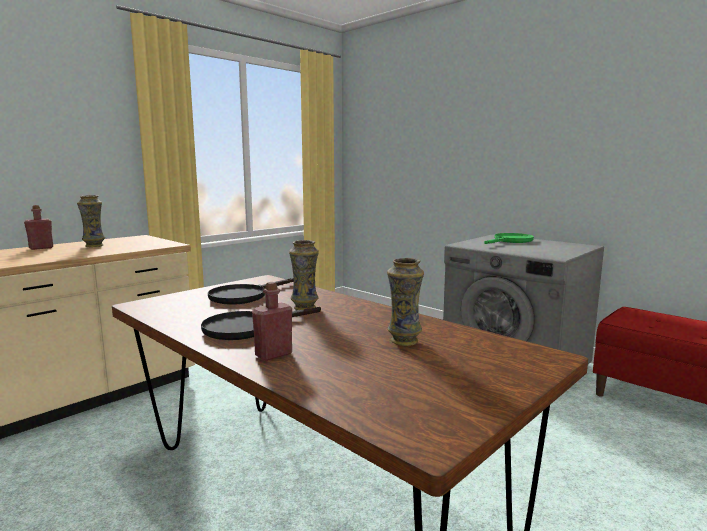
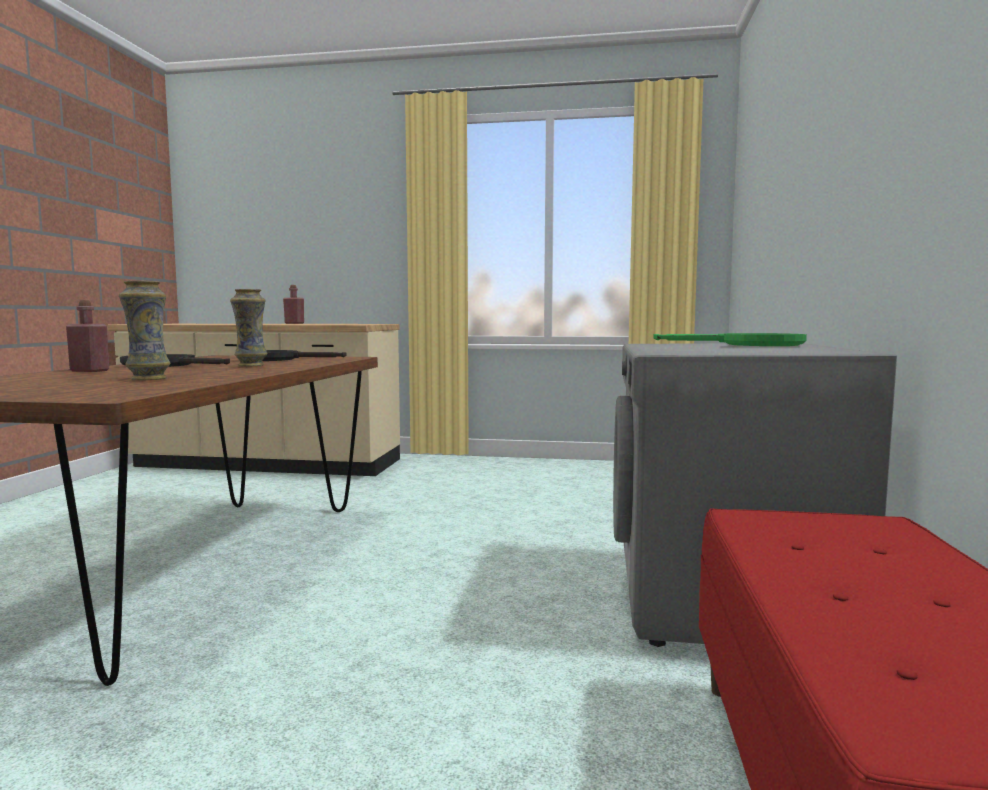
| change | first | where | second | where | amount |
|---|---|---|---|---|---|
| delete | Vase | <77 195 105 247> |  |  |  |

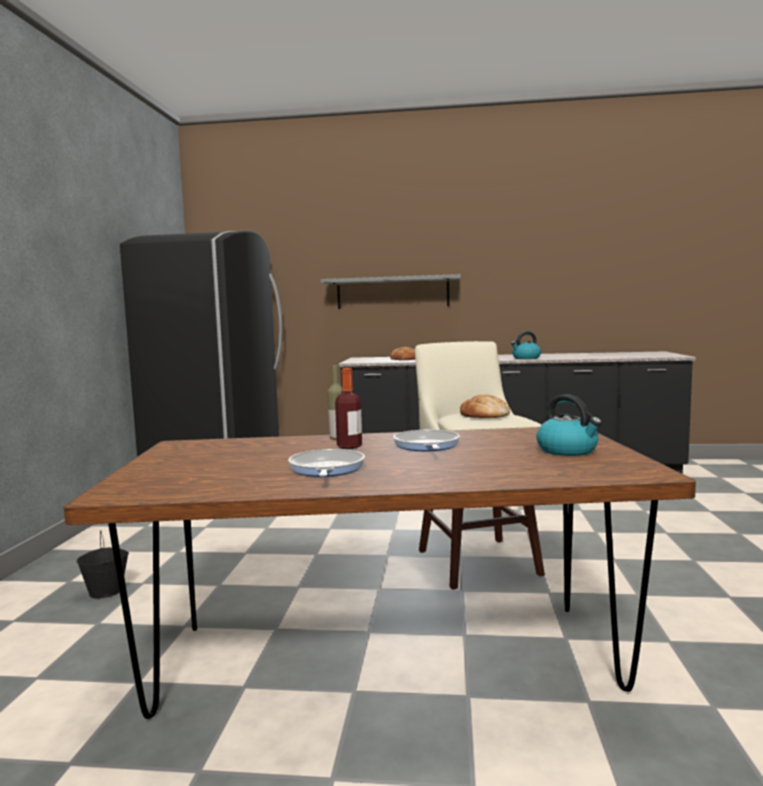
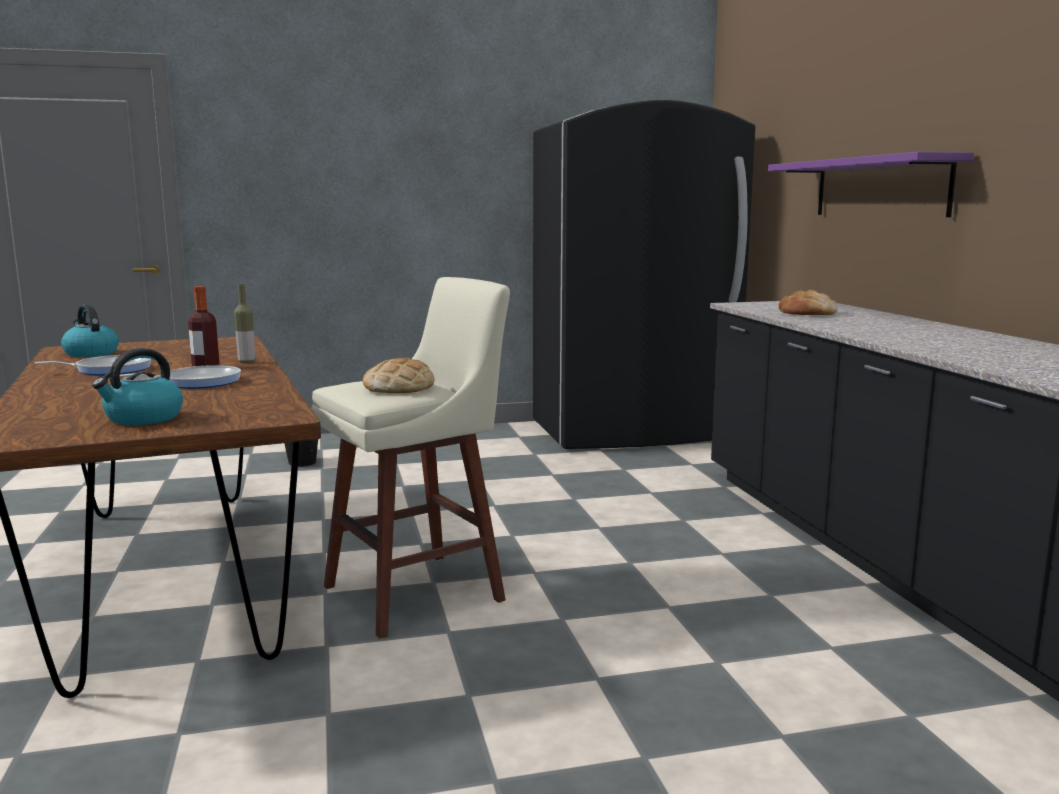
| change | first | where | second | where | amount |
|---|---|---|---|---|---|
| recolor | Wandregal (grau) | <321 274 461 309> | Wandregal (lila) | <768 152 974 217> |  |
| move | Wasserkessel | <511 331 541 359> |  | <61 305 119 357> |  |

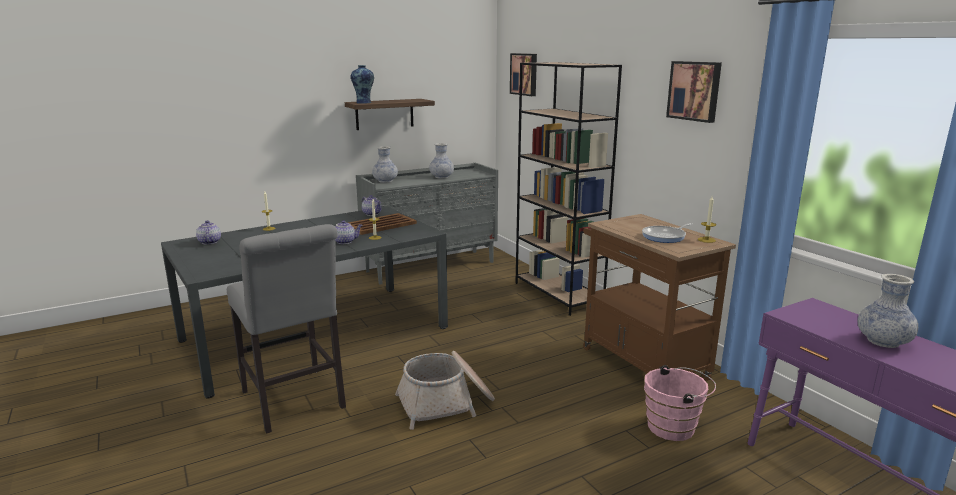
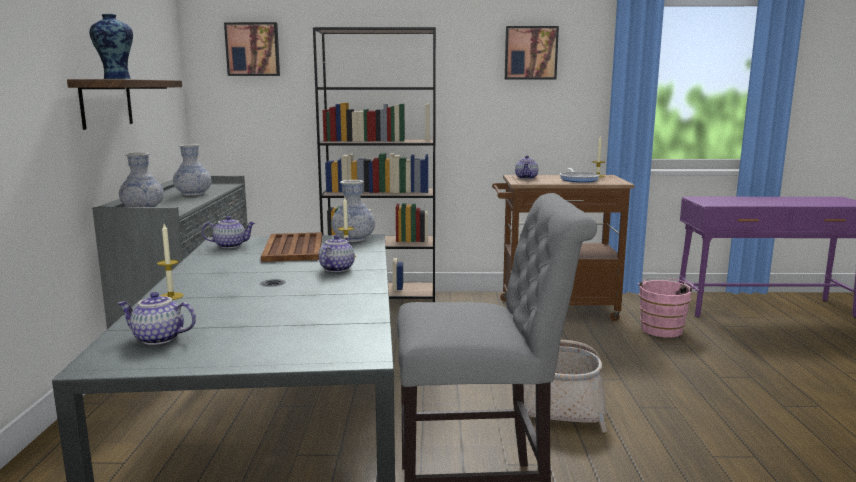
| change | first | where | second | where | amount |
|---|---|---|---|---|---|
| move | Vase | <858 274 918 348> |  | <331 180 375 242> |  |
| insert |  |  | Teekanne | <515 155 538 179> |  |

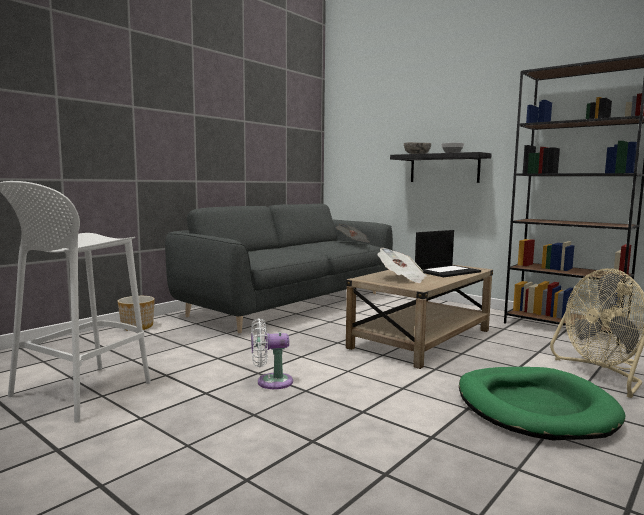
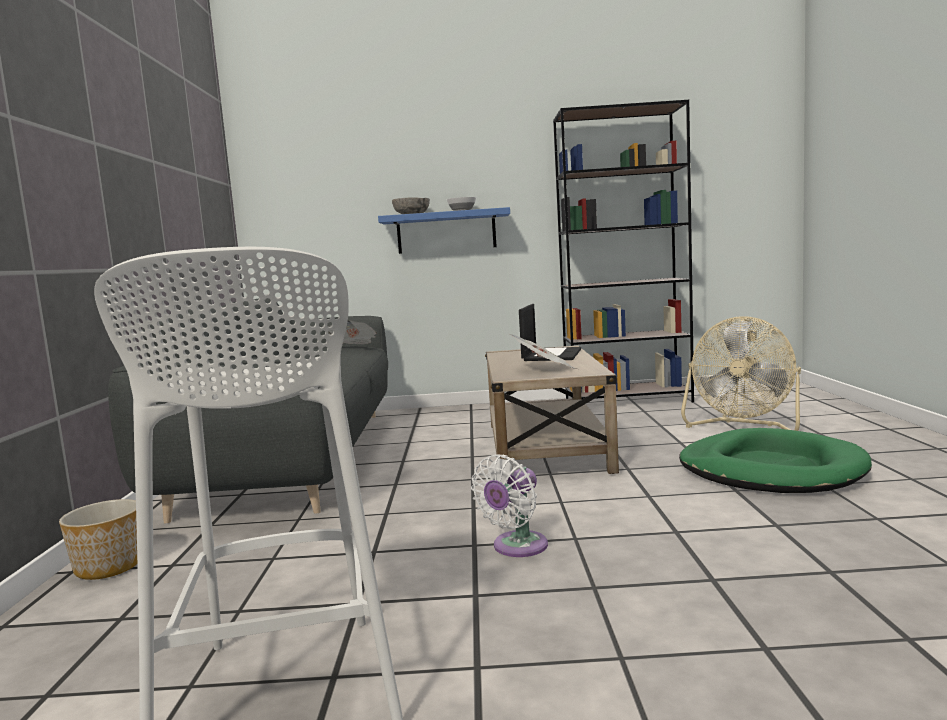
| change | first | where | second | where | amount |
|---|---|---|---|---|---|
| recolor | Wandregal (schwarz) | <390 152 492 183> | Wandregal (blau) | <378 207 510 254> |  |

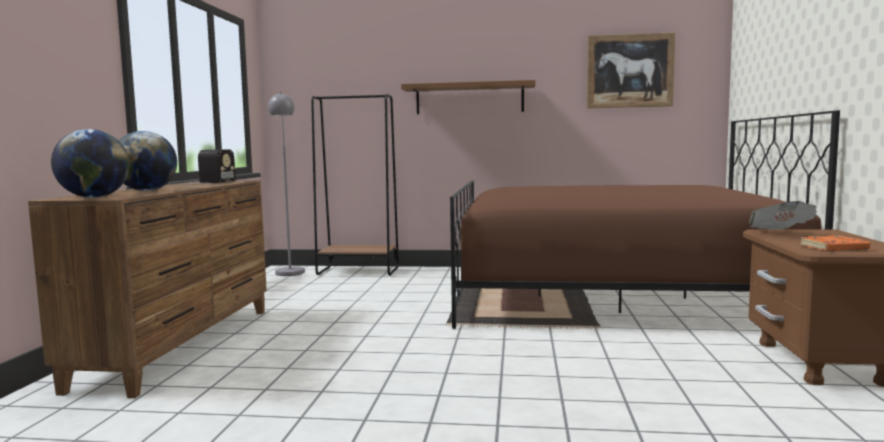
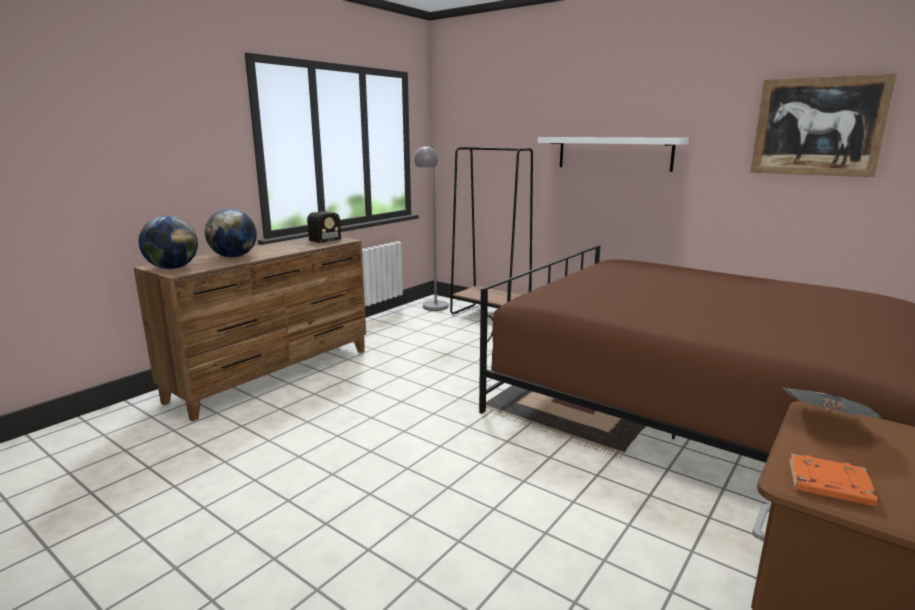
| change | first | where | second | where | amount |
|---|---|---|---|---|---|
| recolor | Wandregal (braun) | <401 80 535 114> | Wandregal (weiß) | <538 137 689 172> |  |

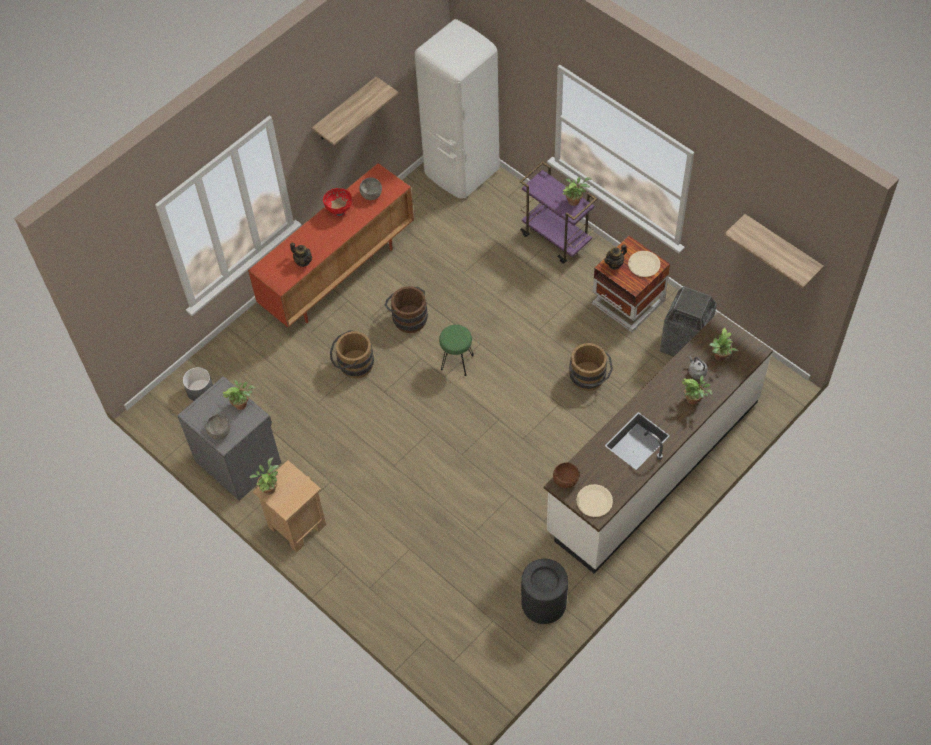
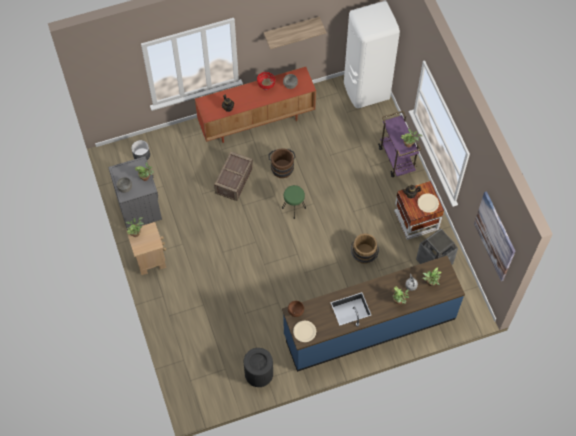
| change | first | where | second | where | amount |
|---|---|---|---|---|---|
| replace | Eimer (braun) | <330 330 374 378> | Kiste | <214 151 253 201> |  |
| recolor | Küchenzeile (weiß) | <544 312 773 573> | Küchenzeile (blau) | <282 256 465 372> |  |
| replace | Wandregal | <724 214 824 288> | Bild | <474 191 516 281> |  |

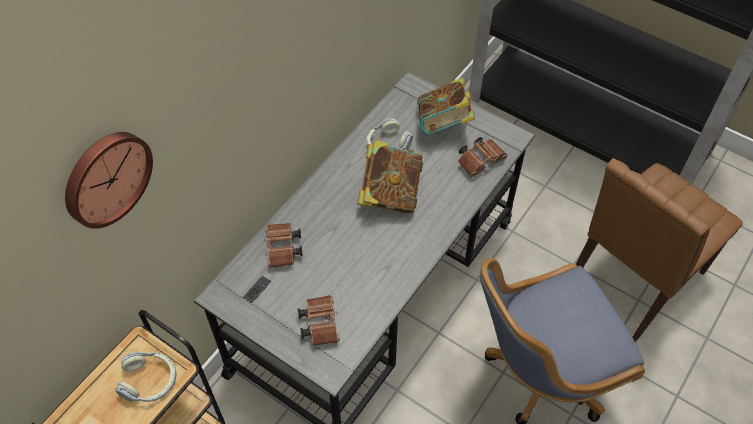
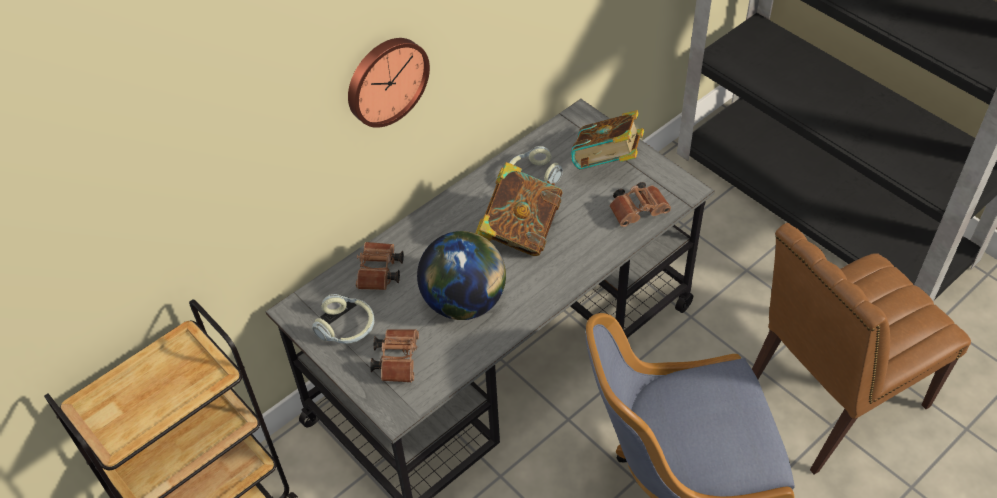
| change | first | where | second | where | amount |
|---|---|---|---|---|---|
| move | Wanduhr | <65 132 153 229> |  | <348 38 430 128> |  |
| move | Kopfhörer | <116 352 176 402> |  | <312 294 375 344> |  |
| insert |  |  | Globus | <417 231 506 320> |  |

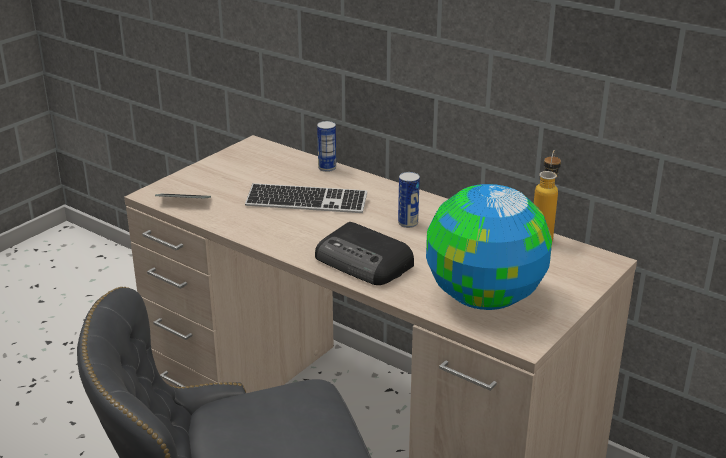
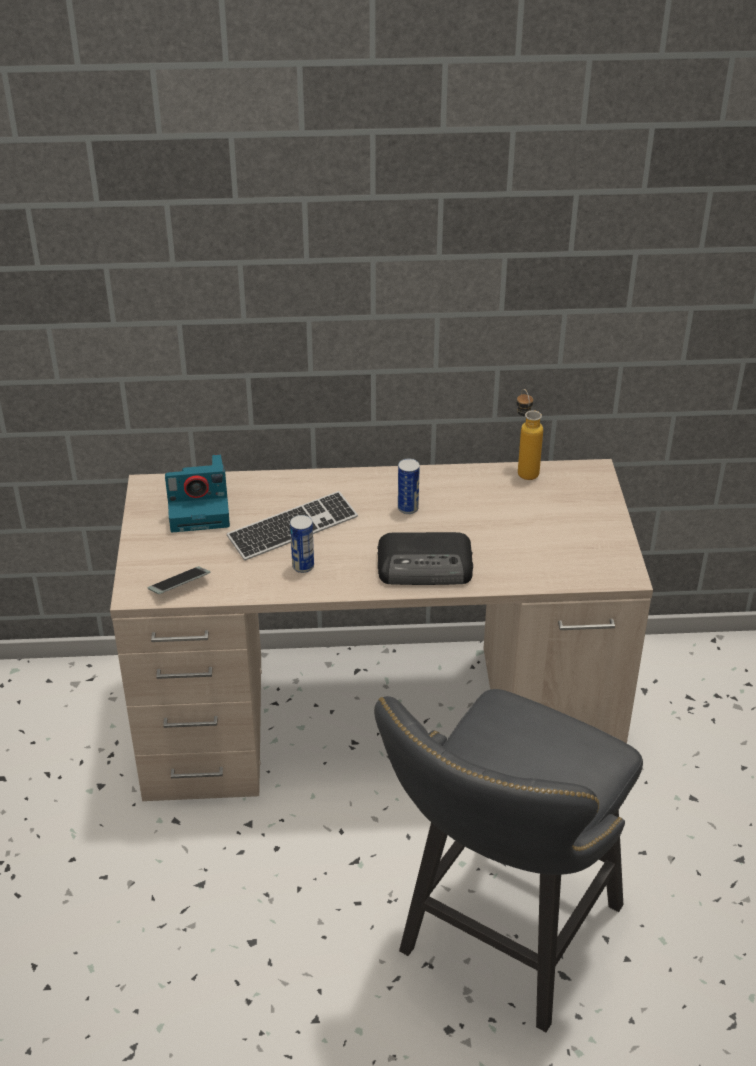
| change | first | where | second | where | amount |
|---|---|---|---|---|---|
| move | Dose | <317 121 336 172> |  | <290 515 314 573> |  |
| delete | Globus | <426 184 552 310> |  |  |  |
| insert |  |  | Kamera | <165 455 230 532> |  |

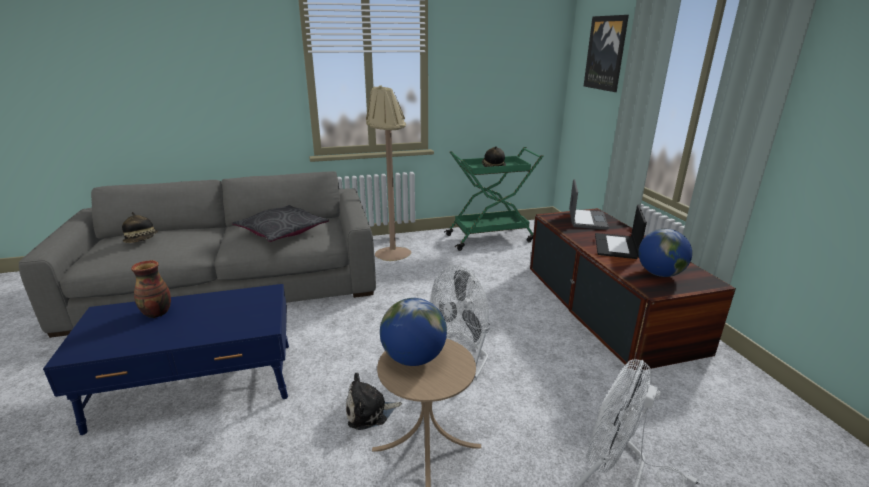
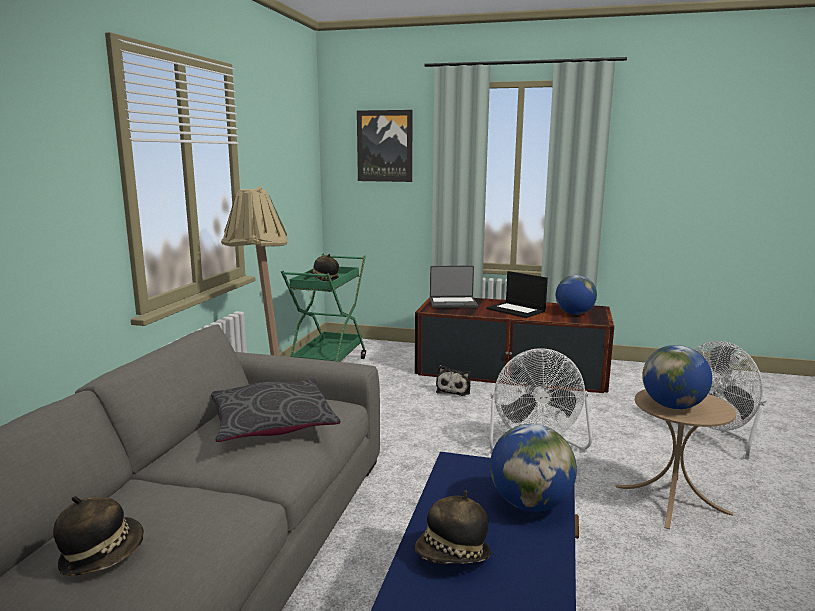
| change | first | where | second | where | amount |
|---|---|---|---|---|---|
| replace | Vase | <131 260 171 318> | Hut | <415 490 491 564> |  |
| move | Plüschtier | <346 372 402 430> |  | <436 365 471 396> |  |
| rotate | Laptop | <569 179 609 230> |  | <430 266 478 308> | 135 degrees clockwise |
| insert |  |  | Globus | <490 424 577 512> |  |

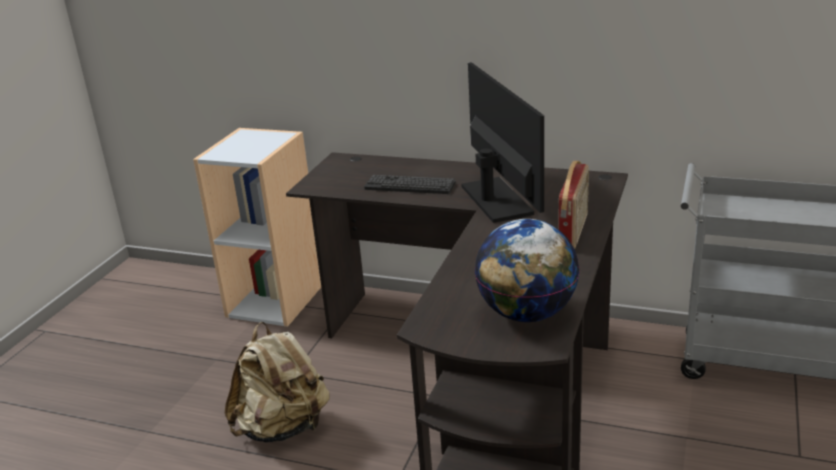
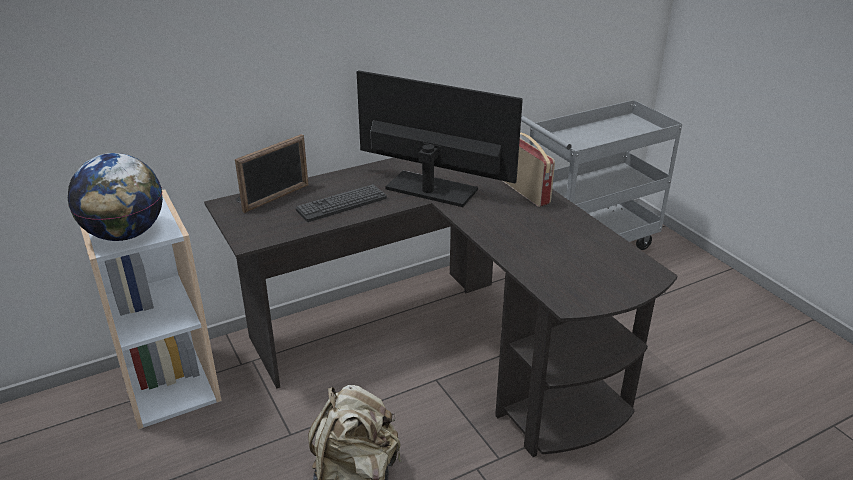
| change | first | where | second | where | amount |
|---|---|---|---|---|---|
| move | Globus | <475 219 580 322> |  | <68 153 163 241> |  |
| insert |  |  | Bilderrahmen | <235 134 308 213> |  |

